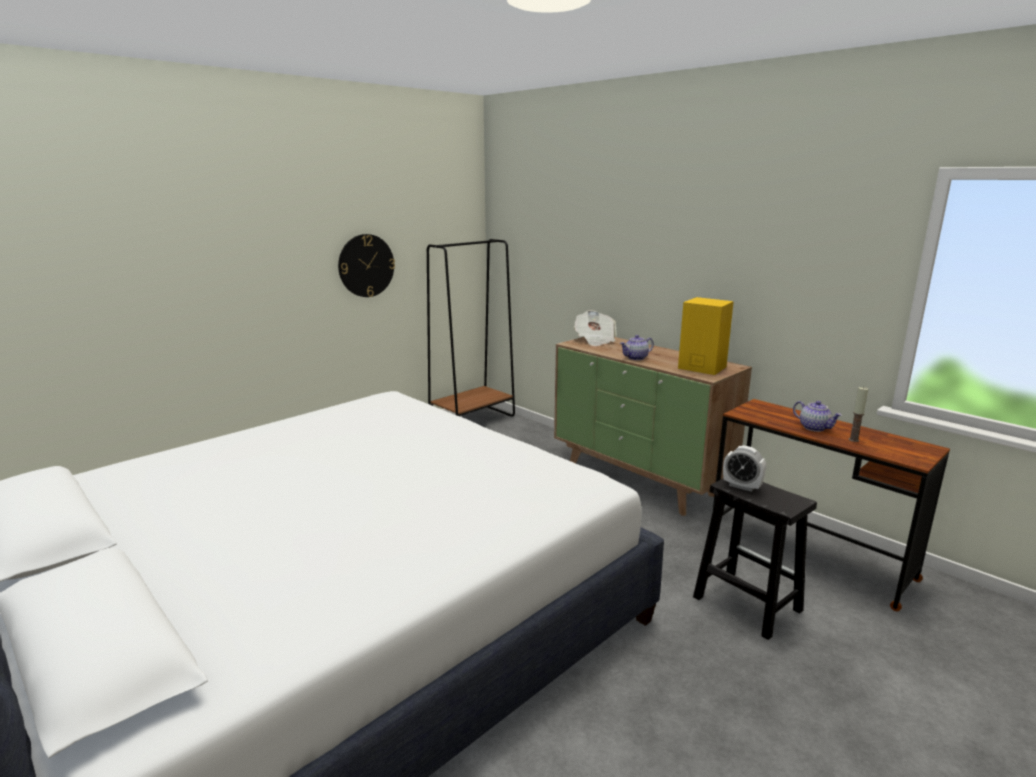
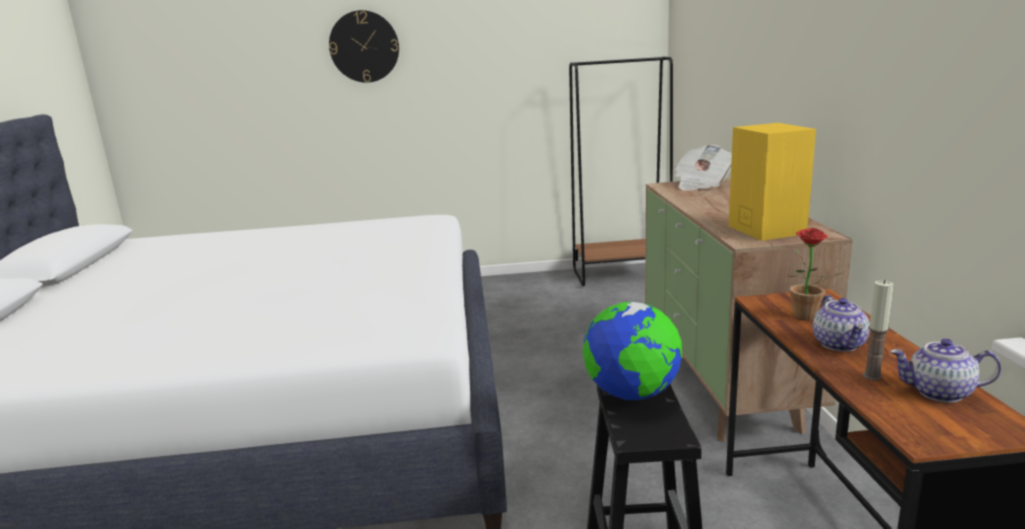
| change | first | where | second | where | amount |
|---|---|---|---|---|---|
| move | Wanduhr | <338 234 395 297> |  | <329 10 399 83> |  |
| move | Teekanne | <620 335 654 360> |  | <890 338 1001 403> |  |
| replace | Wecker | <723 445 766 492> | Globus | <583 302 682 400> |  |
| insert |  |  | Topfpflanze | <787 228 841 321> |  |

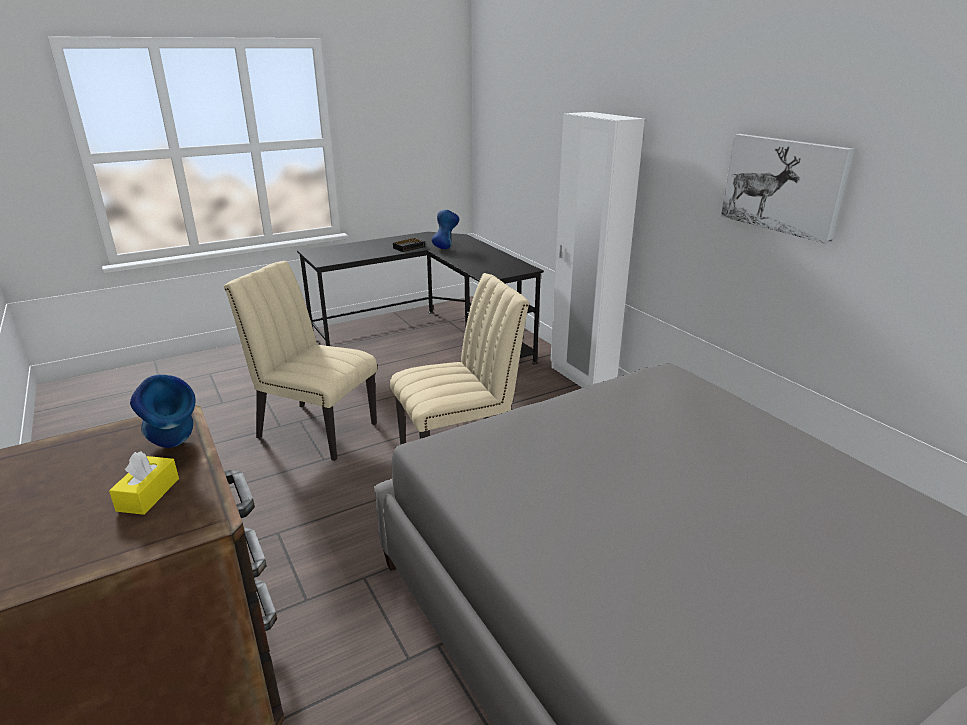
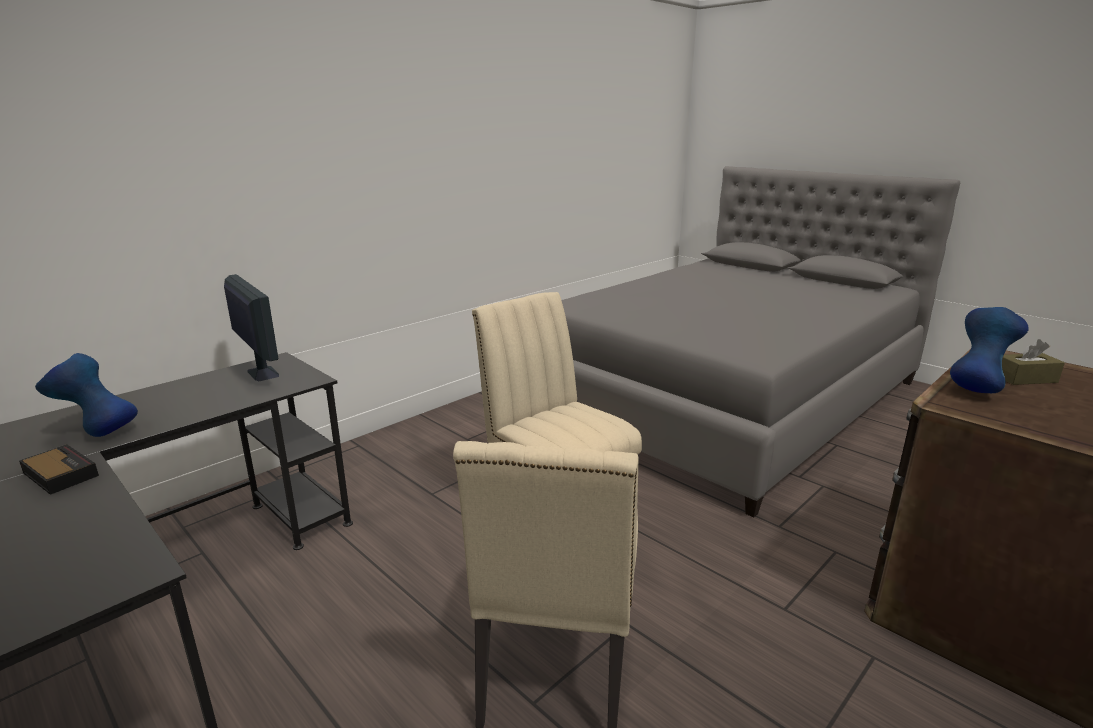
| change | first | where | second | where | amount |
|---|---|---|---|---|---|
| recolor | Taschentuchbox (gelb) | <109 451 179 515> | Taschentuchbox (braun) | <1002 339 1065 385> |  |
| delete | Kleiderschrank (weiß) | <550 112 645 388> |  |  |  |
| delete | Bild | <721 134 855 244> |  |  |  |
| insert |  |  | Monitor | <224 274 279 381> |  |

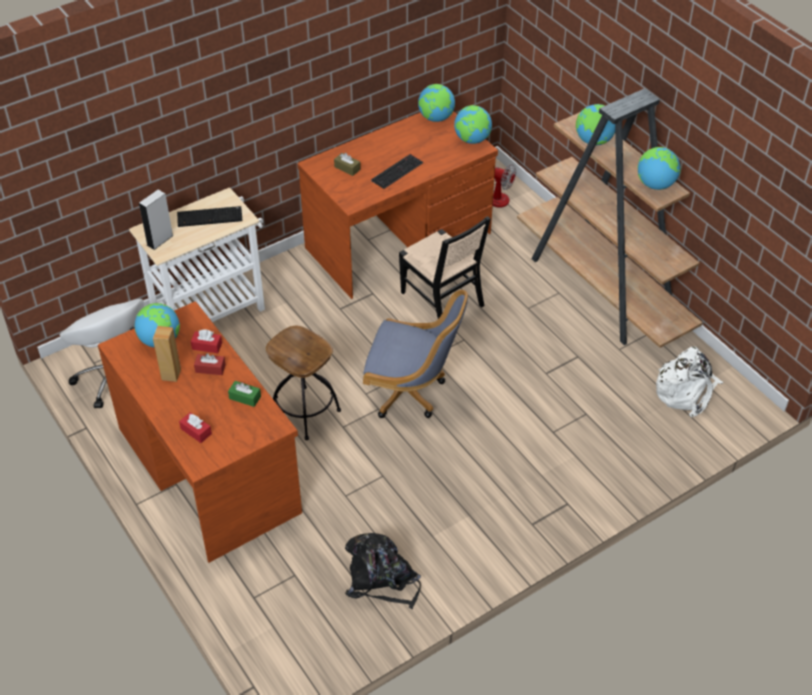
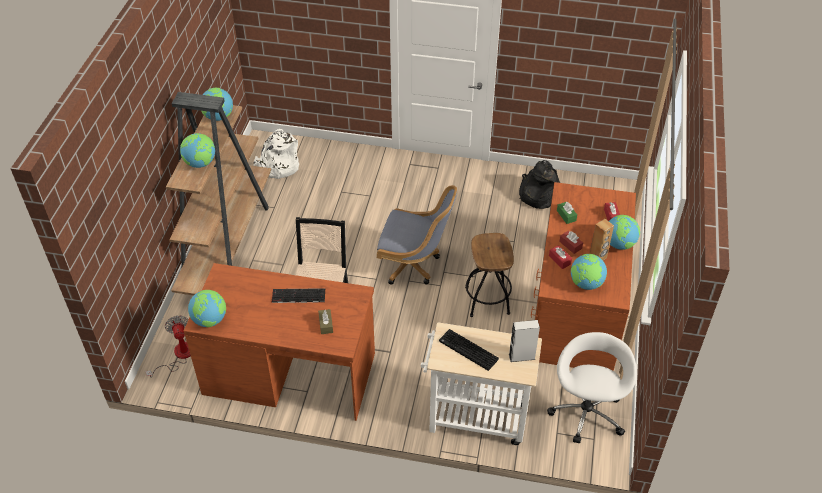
| change | first | where | second | where | amount |
|---|---|---|---|---|---|
| rotate | Bürostuhl (blau) | <363 290 468 418> |  | <377 185 457 285> | 135 degrees clockwise |
| move | Globus | <454 105 492 144> |  | <609 215 640 250> |  |

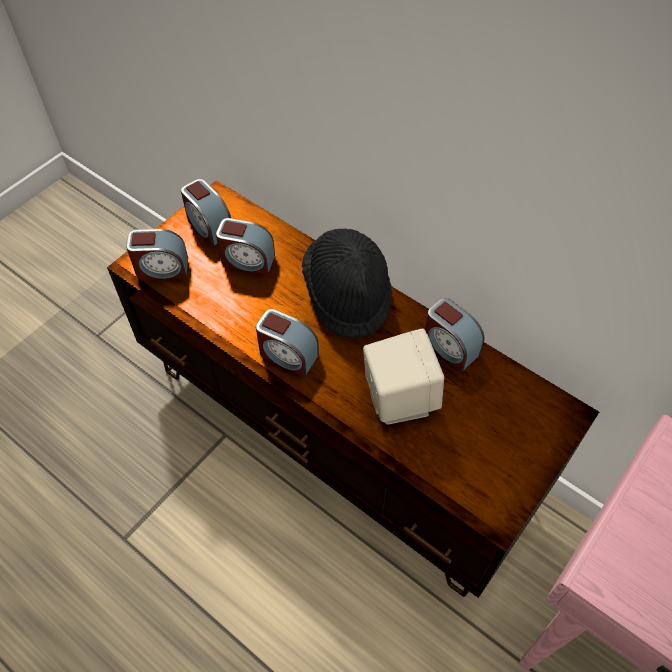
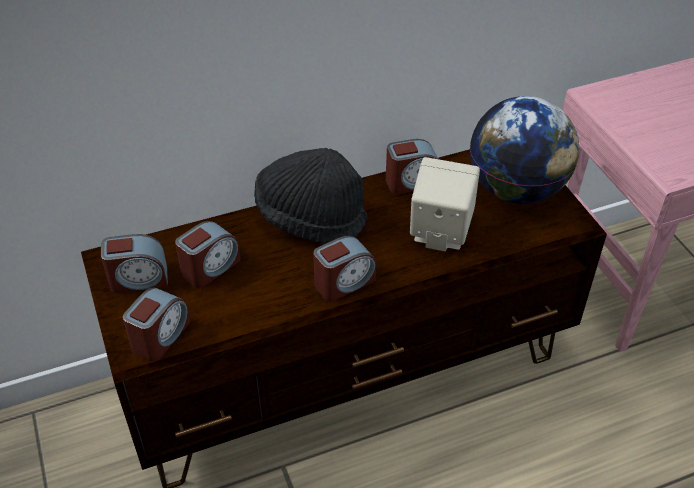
| change | first | where | second | where | amount |
|---|---|---|---|---|---|
| insert |  |  | Globus | <470 96 579 204> |  |

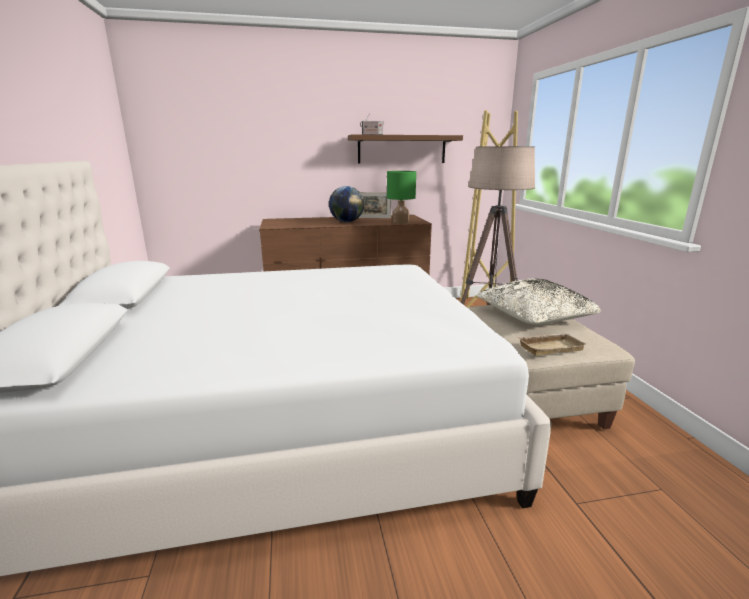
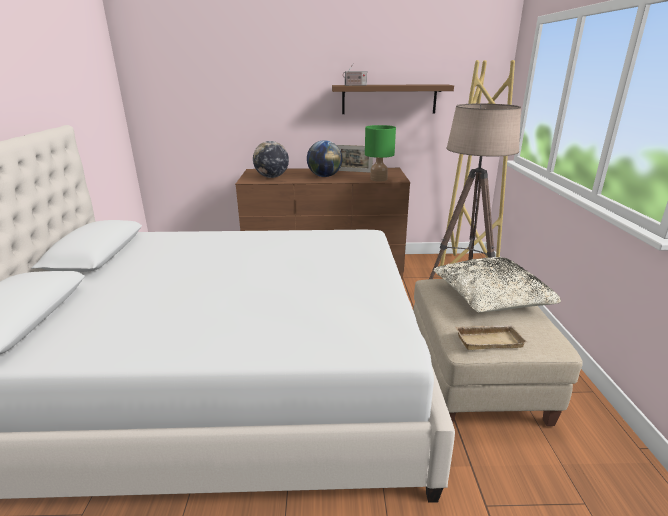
| change | first | where | second | where | amount |
|---|---|---|---|---|---|
| insert |  |  | Globus | <253 141 289 178> |  |

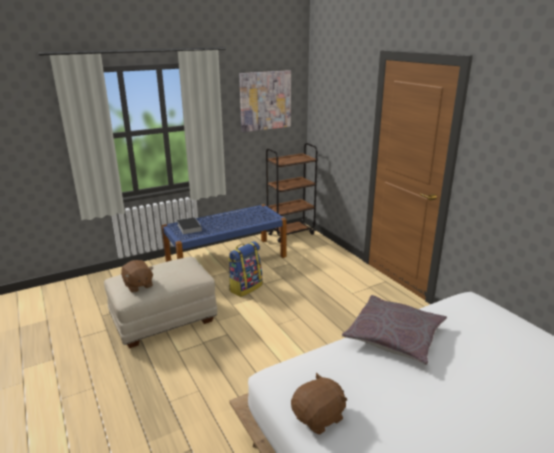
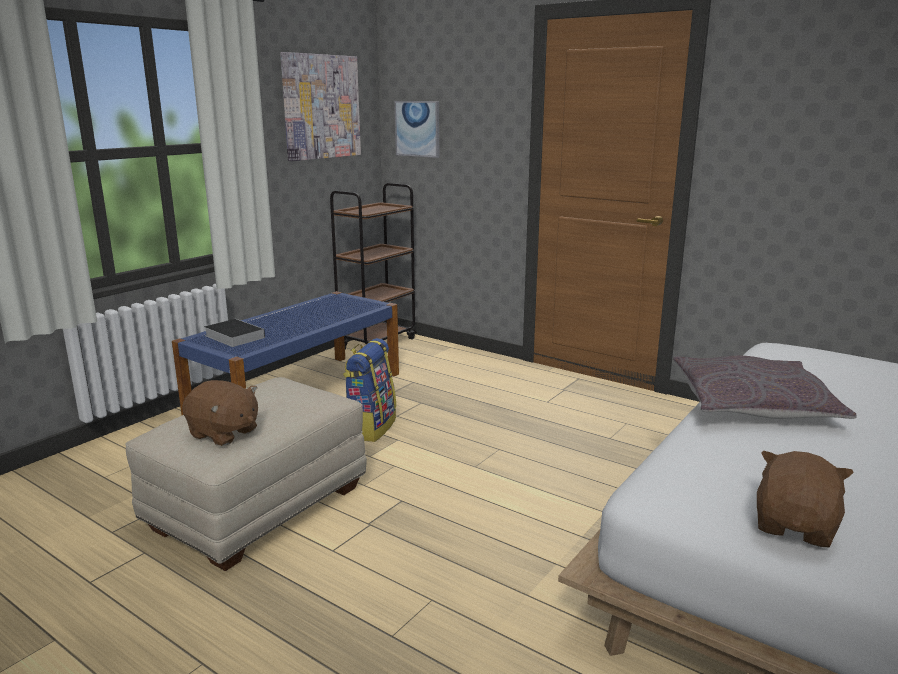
| change | first | where | second | where | amount |
|---|---|---|---|---|---|
| insert |  |  | Bild | <395 101 439 158> |  |

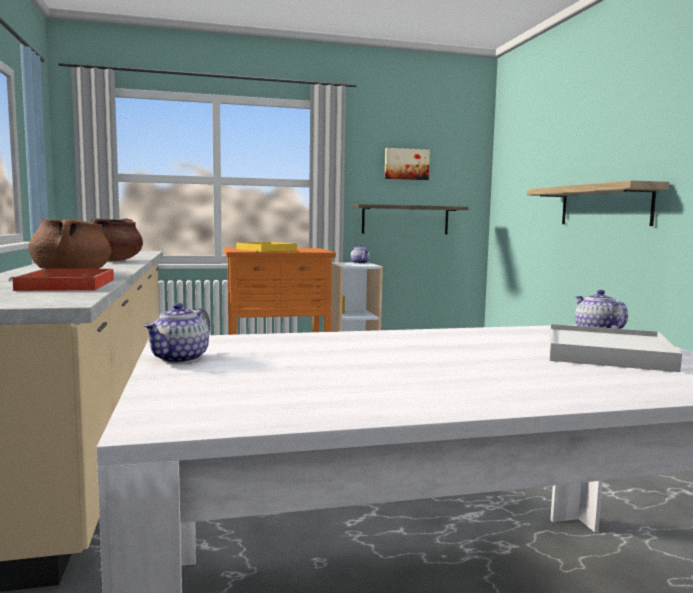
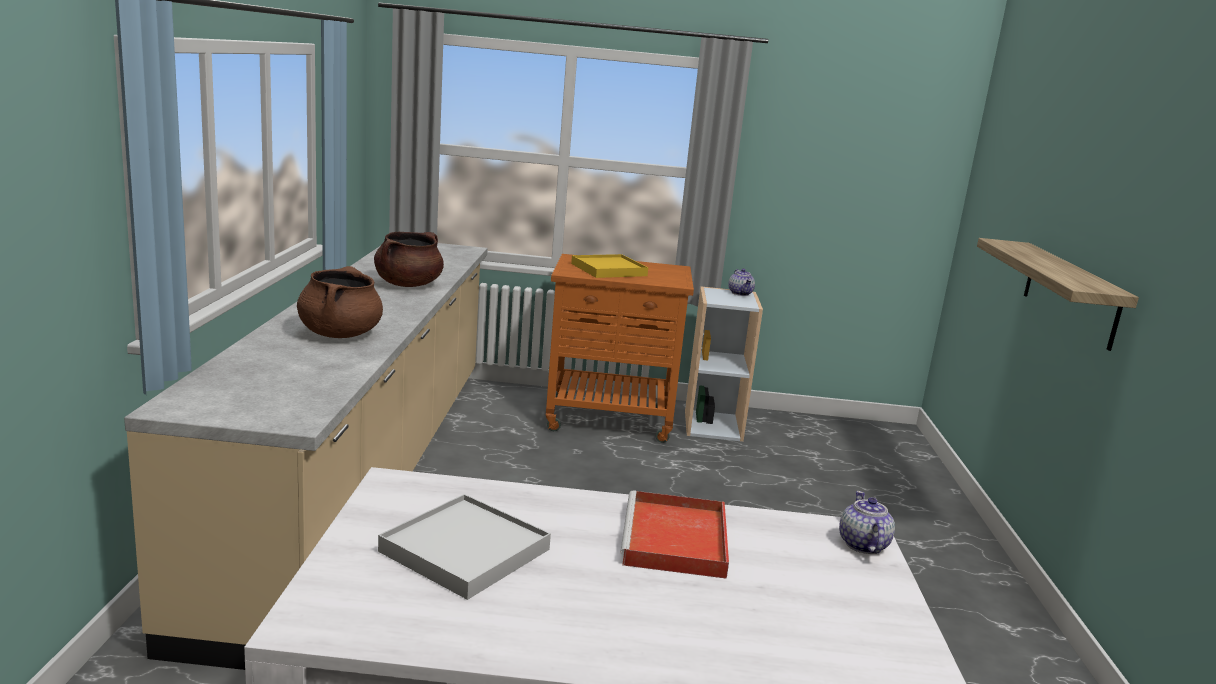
| change | first | where | second | where | amount |
|---|---|---|---|---|---|
| move | Tablett (rot) | <9 268 114 291> |  | <620 491 729 579> |  |
| delete | Teekanne | <144 303 210 363> |  |  |  |
| delete | Wandregal | <352 204 468 235> |  |  |  |
| delete | Bild | <385 148 430 180> |  |  |  |
| move | Tablett (weiß) | <549 324 682 372> |  | <378 494 551 600> |  |

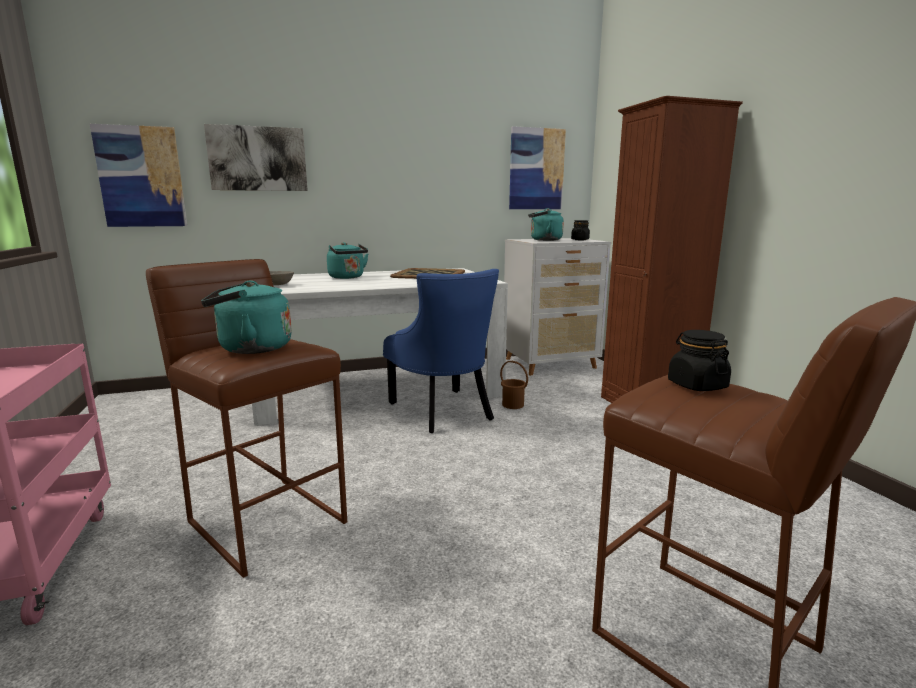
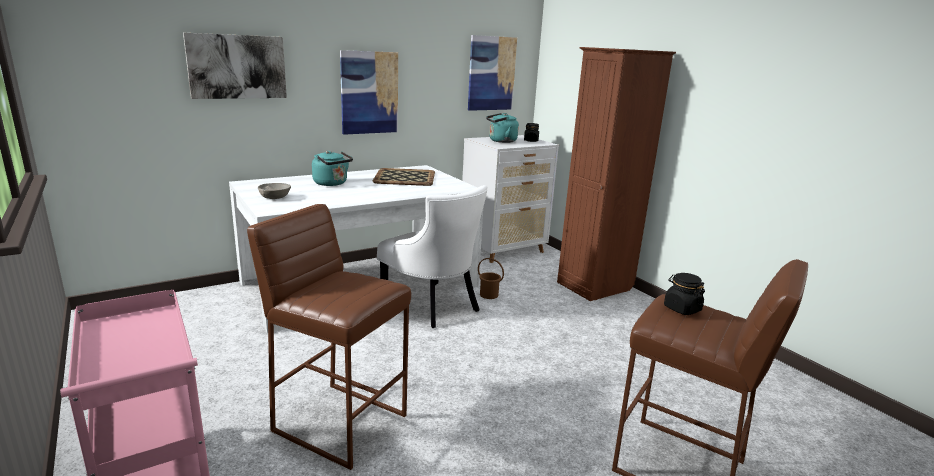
| change | first | where | second | where | amount |
|---|---|---|---|---|---|
| move | Bild | <90 124 187 227> |  | <340 50 398 135> |  |
| delete | Wasserkessel (türkis) | <201 280 292 354> |  |  |  |
| recolor | Stuhl (blau) | <383 269 499 433> | Stuhl (weiß) | <376 185 487 328> |  |

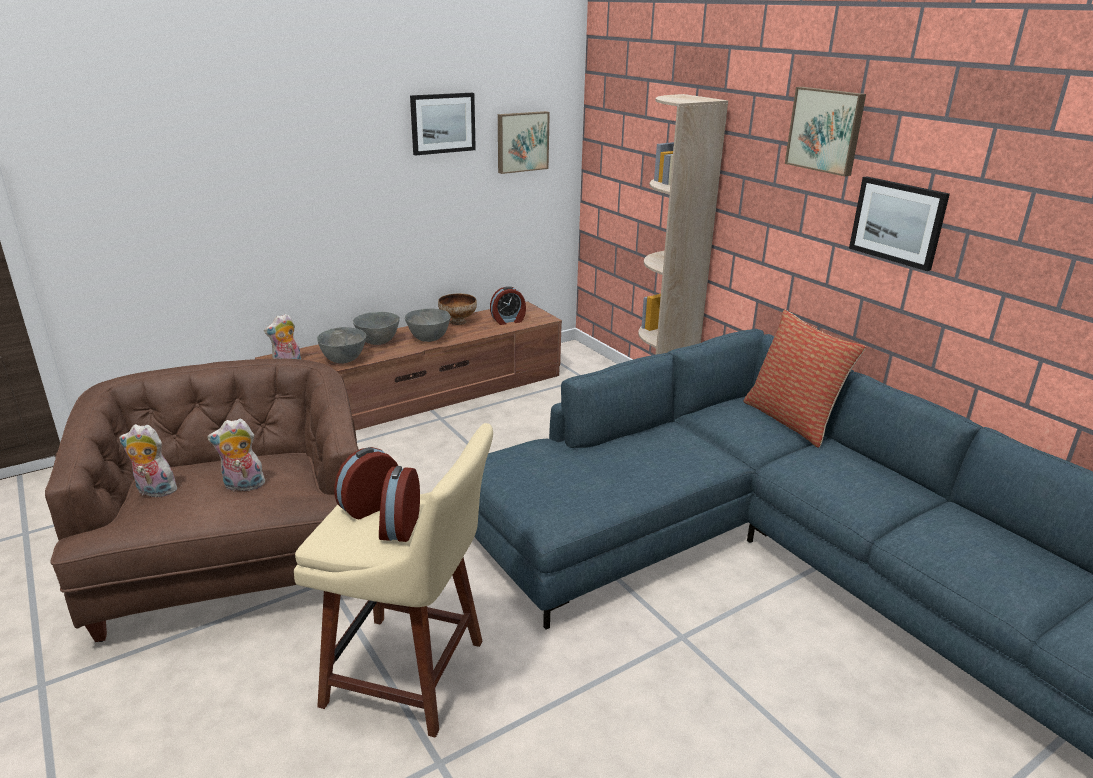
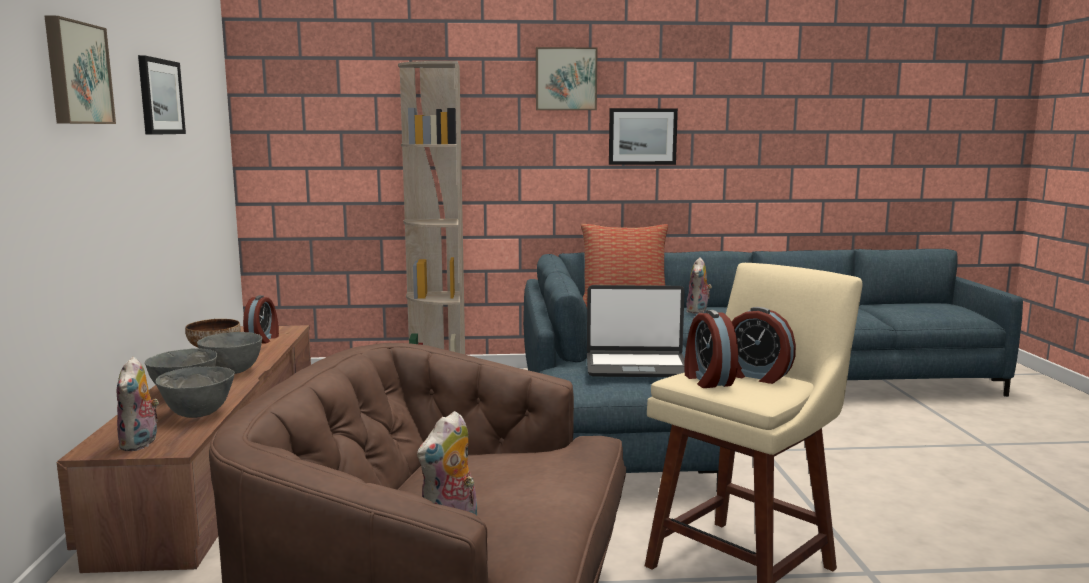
| change | first | where | second | where | amount |
|---|---|---|---|---|---|
| move | Plüschtier | <207 419 265 493> |  | <687 257 712 314> |  |
| move | Bild | <498 111 550 174> |  | <45 16 116 124> |  |
| insert |  |  | Laptop | <587 285 685 377> |  |

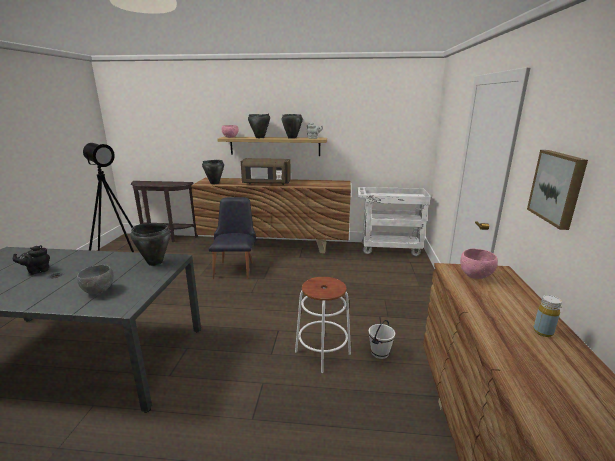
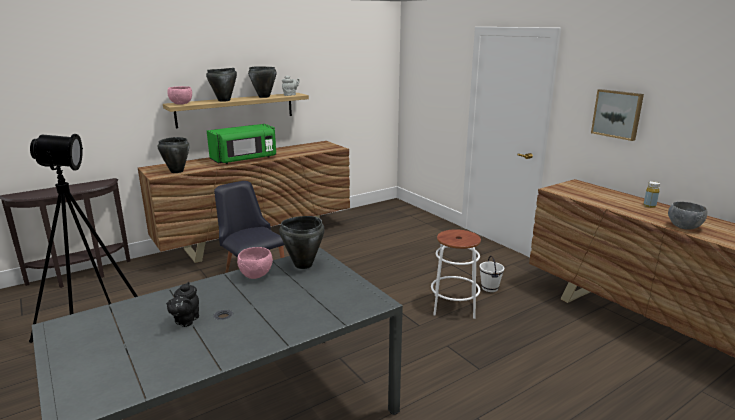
| change | first | where | second | where | amount |
|---|---|---|---|---|---|
| move | Schüssel (grau) | <77 265 114 294> |  | <668 202 708 230> |  |
| recolor | Mikrowelle (braun) | <241 158 291 185> | Mikrowelle (grün) | <207 124 276 164> |  |
| delete | Rollwagen (weiß) | <357 187 431 256> |  |  |  |
| move | Schüssel (rosa) | <460 248 498 279> |  | <237 247 273 279> |  |

